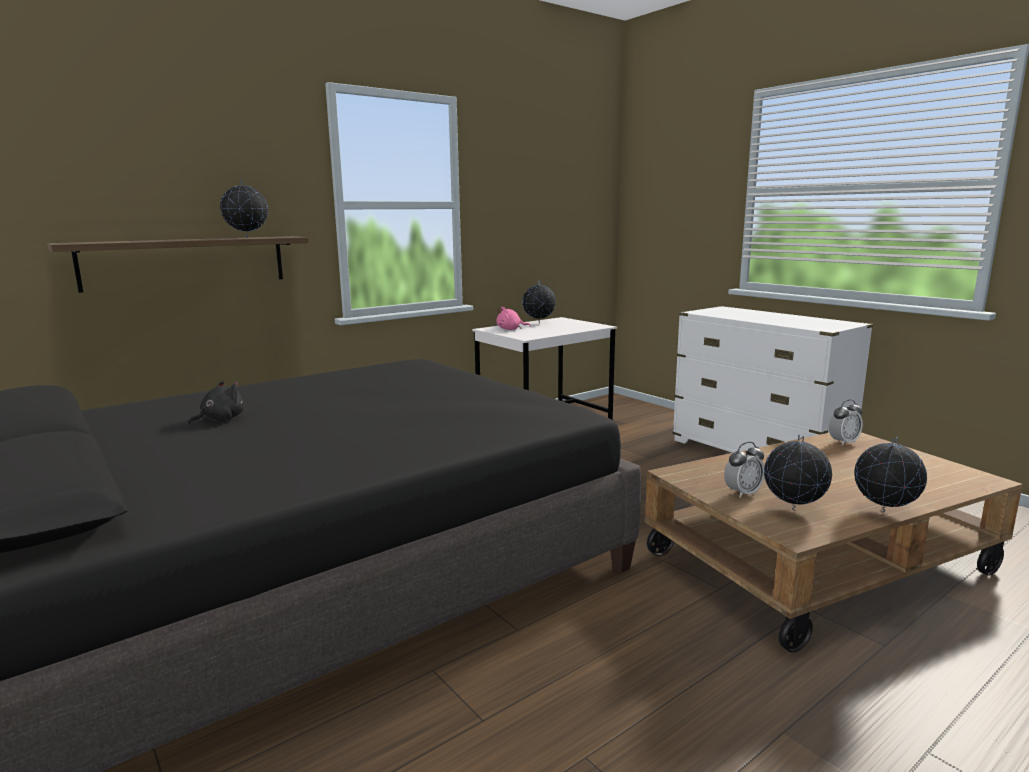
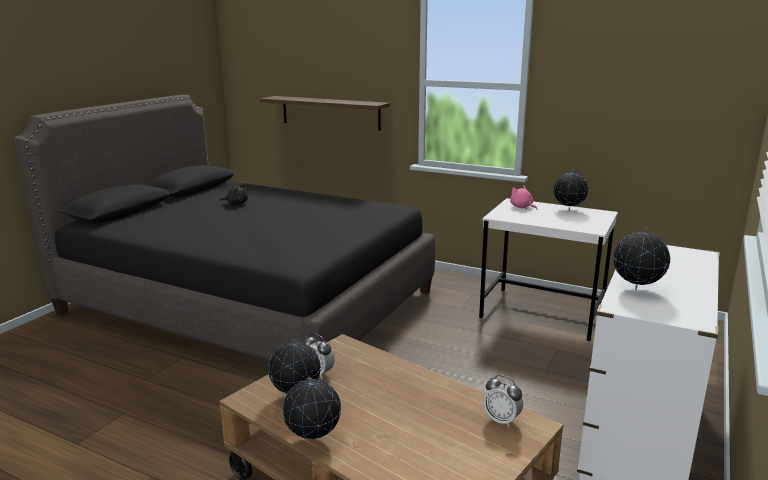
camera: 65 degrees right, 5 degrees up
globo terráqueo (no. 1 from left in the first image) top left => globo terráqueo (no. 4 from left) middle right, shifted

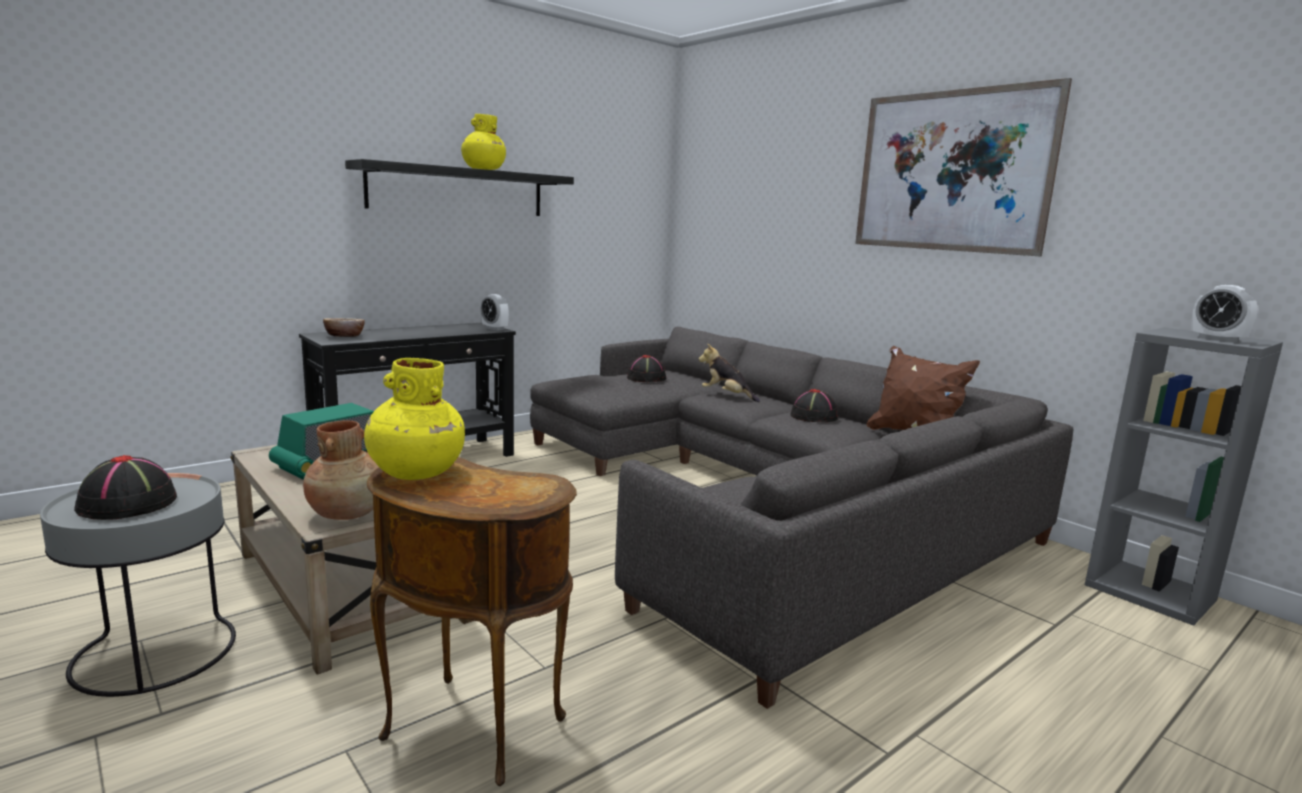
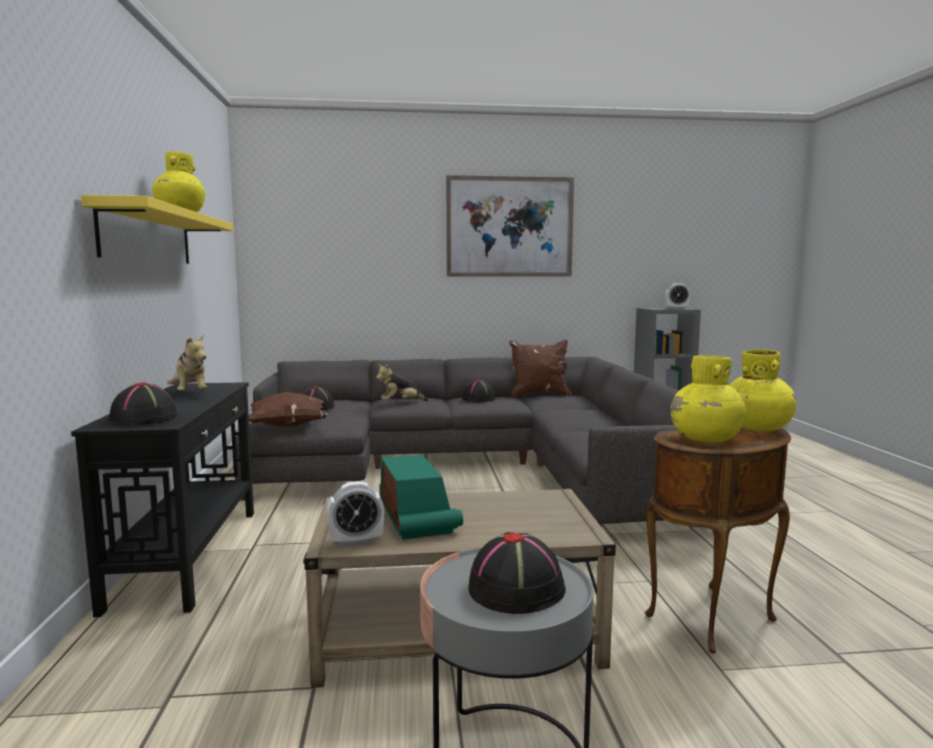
camera: 55 degrees left, 5 degrees down
estante (negro) top centre => estante (amarillo) top left
despertador (no. 1 from left) centre => despertador (no. 1 from left) bottom centre, shifted
cuenco middle left => sombrero (negro) (no. 1 from left) middle left
florero (marrón) middle left => nothing
nothing => peluche (no. 1 from left) middle left
nothing => florero (amarillo) (no. 3 from left) middle right
nothing => cojín (marrón) (no. 1 from left) middle left

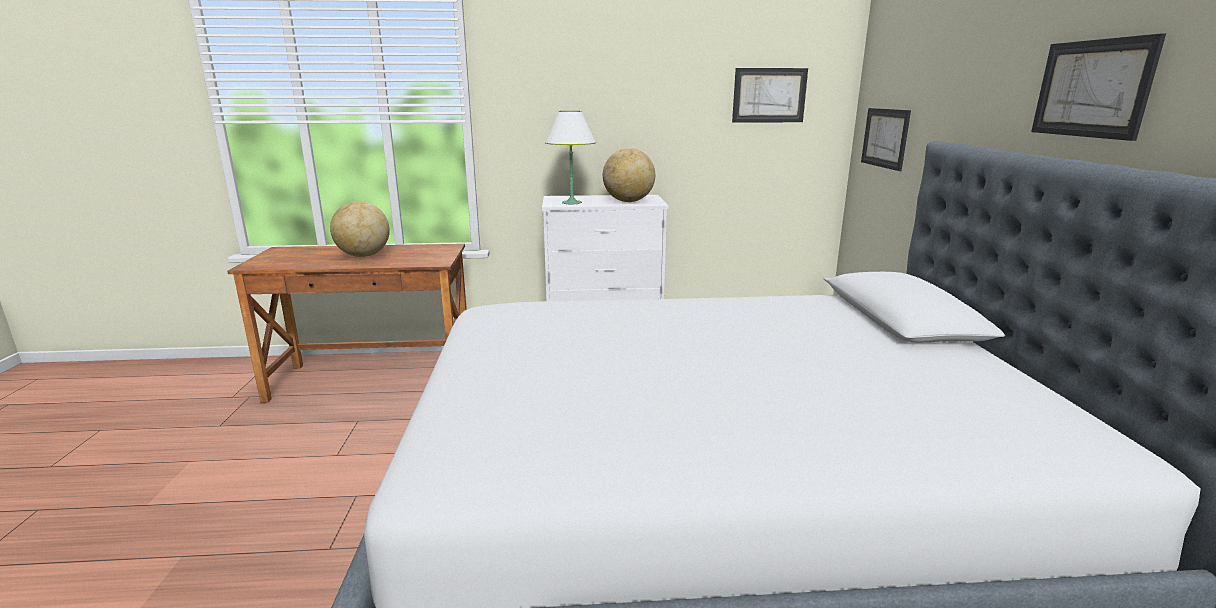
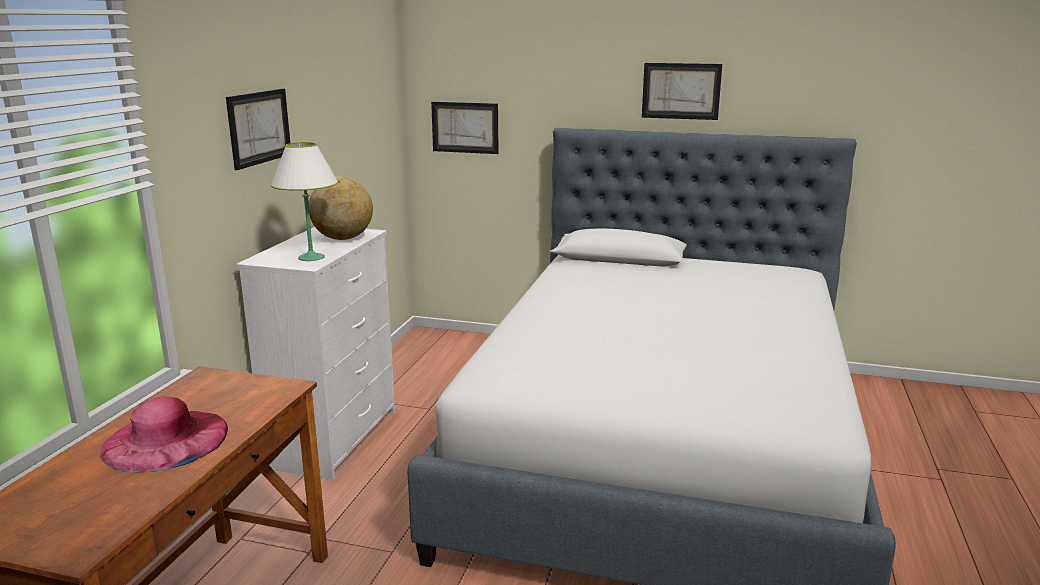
camera: 70 degrees left, 0 degrees up
cuadro (no. 1 from left) top centre => cuadro (no. 1 from left) top left, shifted
globo terráqueo (no. 1 from left) middle left => sombrero (rosa) bottom left

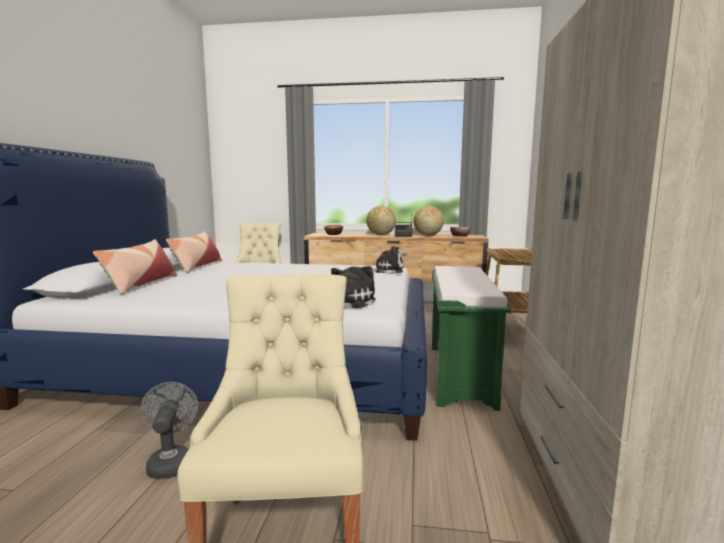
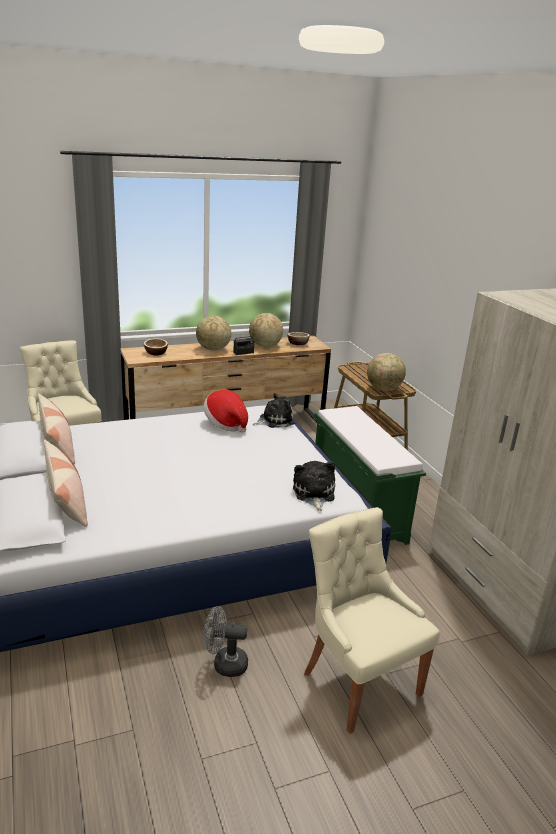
camera: 30 degrees left, 15 degrees up
ventilador (gris) bottom left => ventilador (gris) bottom centre, 45 degrees counterclockwise
nothing => globo terráqueo (no. 3 from left) middle right
nothing => sombrero centre

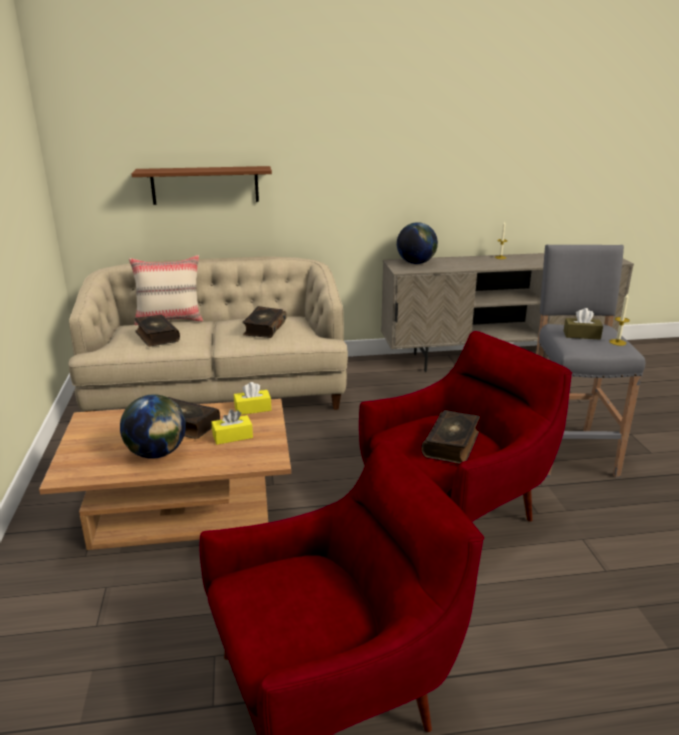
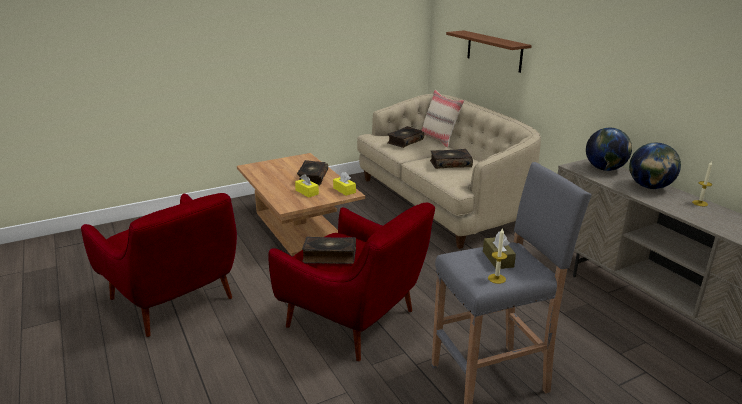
camera: 70 degrees right, 0 degrees up
globo terráqueo (no. 1 from left in the first image) middle left => globo terráqueo (no. 2 from left) middle right, shifted

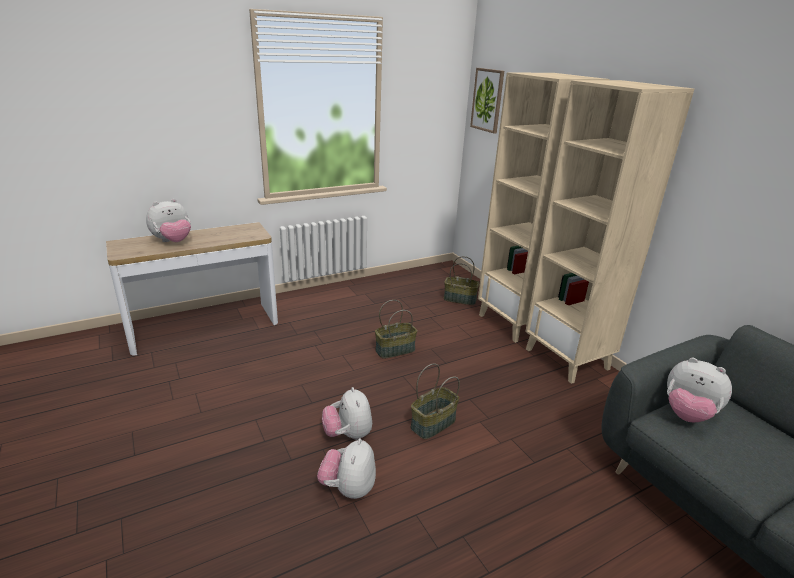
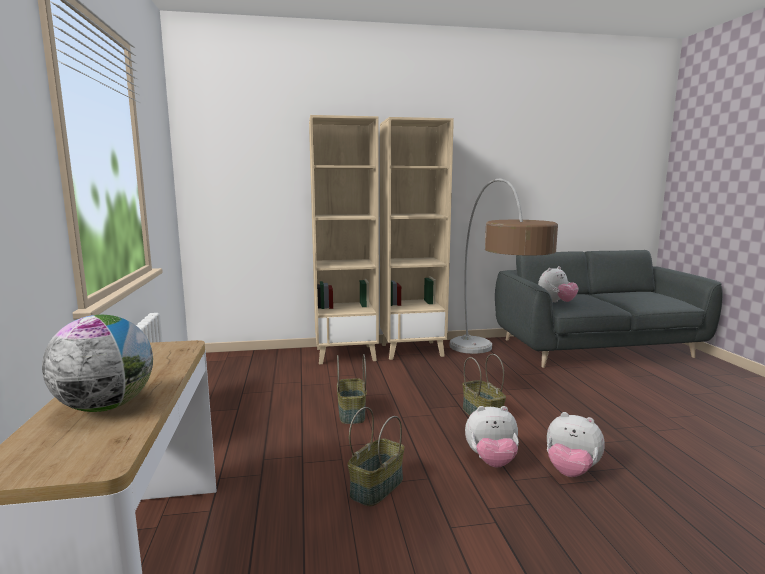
camera: 70 degrees left, 15 degrees down
cuadro top centre => nothing
peluche (no. 1 from left) middle left => globo terráqueo middle left
cesta (no. 3 from left in the first image) centre => cesta (no. 2 from left) bottom centre, shifted
nothing => lámpara de pie centre

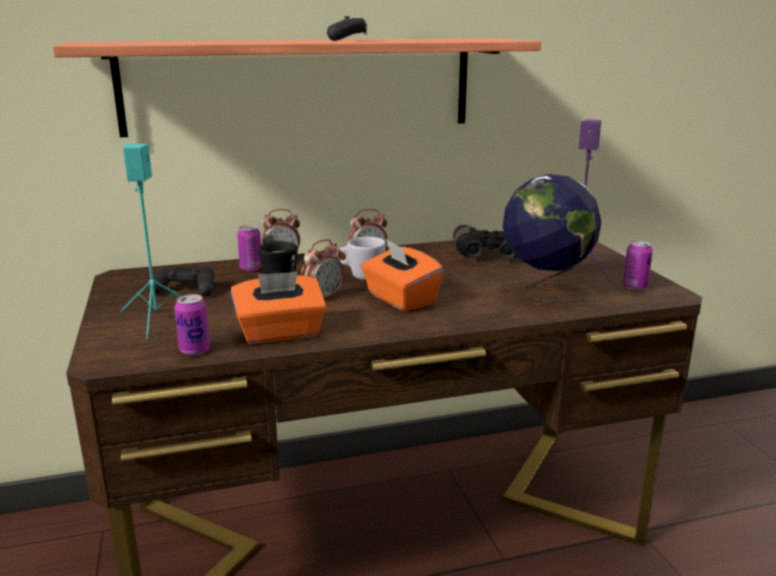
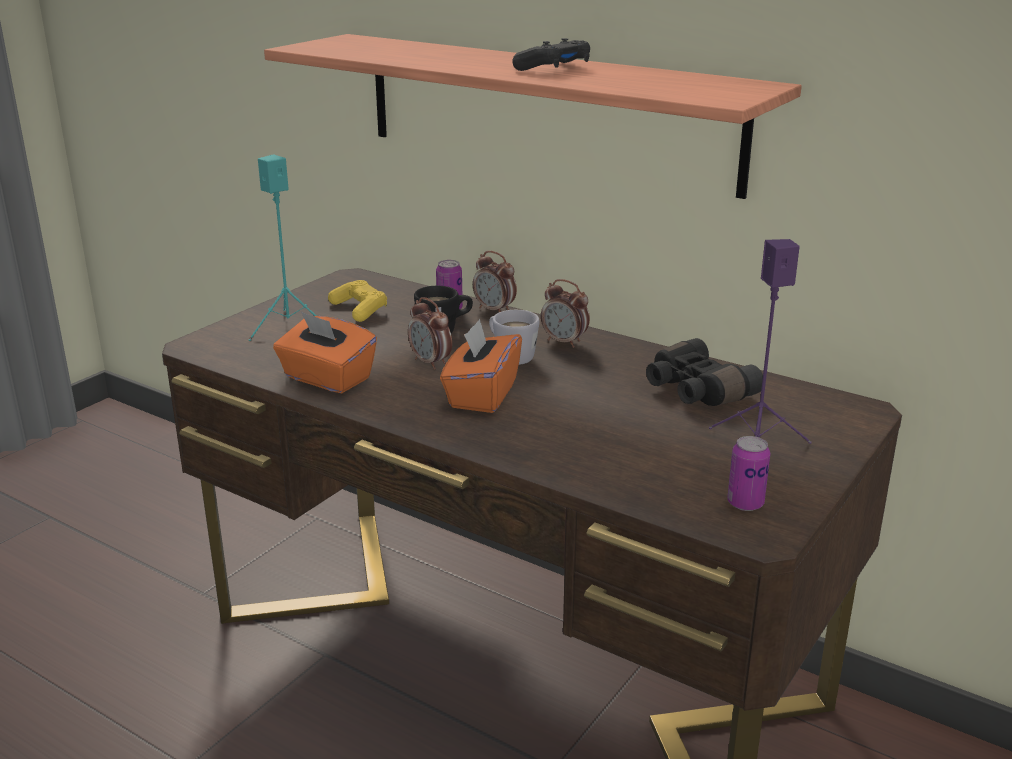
camera: 50 degrees right, 5 degrees up
globo terráqueo middle right => nothing
despertador (no. 2 from left in the first image) centre => despertador (no. 1 from left) centre, 45 degrees clockwise
mando de consola (negro) (no. 1 from left) middle left => mando de consola (amarillo) centre
lata (no. 1 from left) middle left => nothing

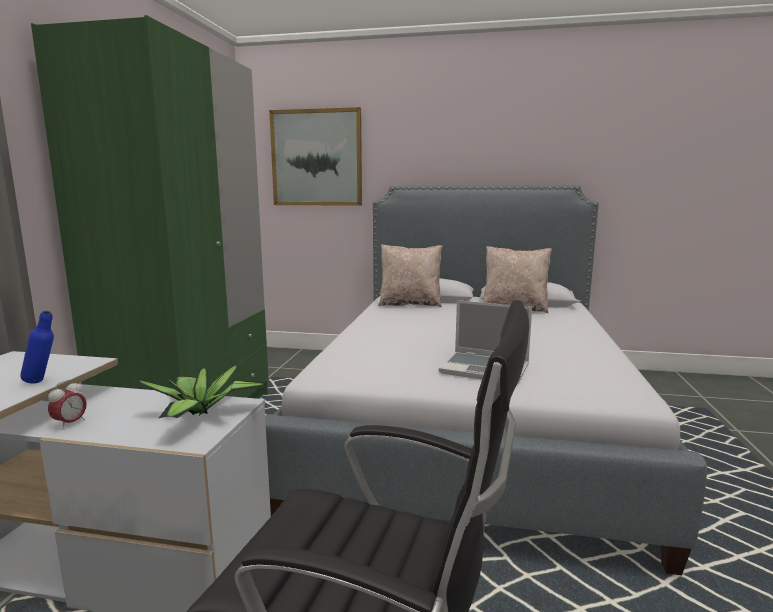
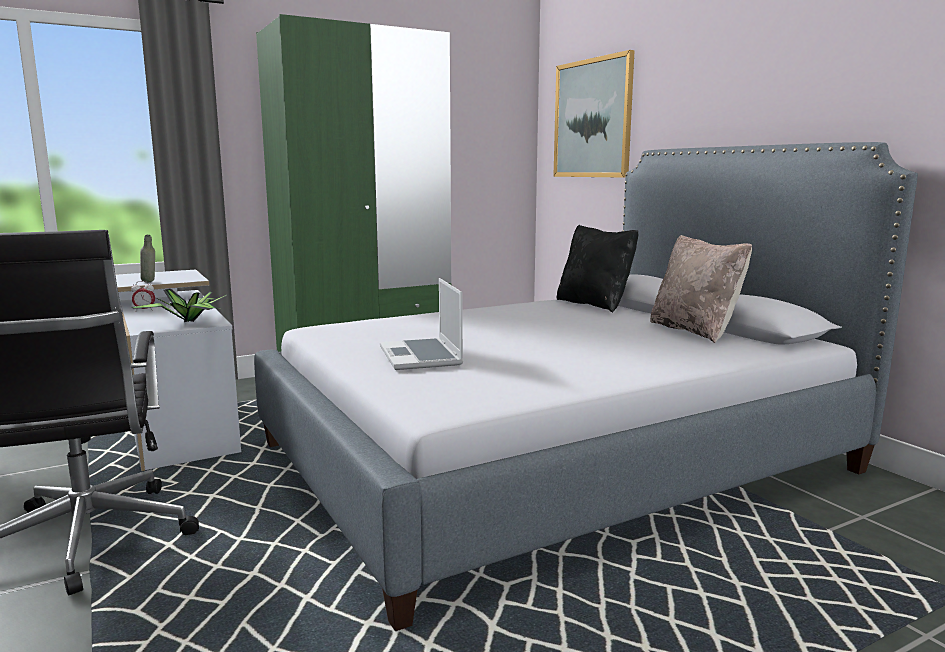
camera: 50 degrees right, 0 degrees up
cojín (beis) (no. 1 from left) centre => cojín (negro) centre
botella (azul) middle left => botella (gris) middle left

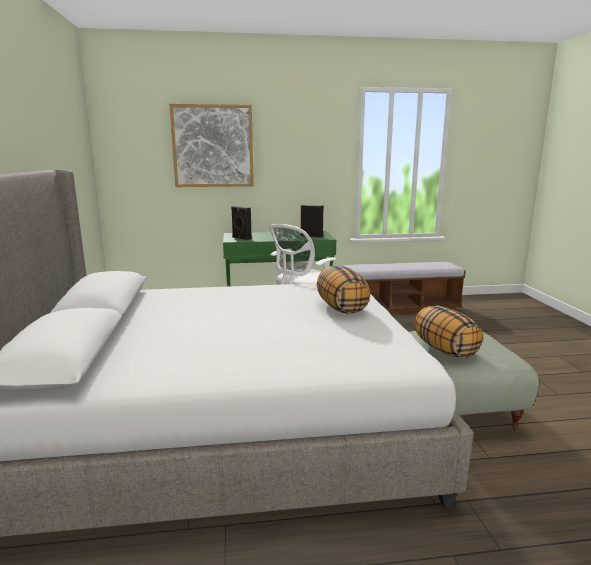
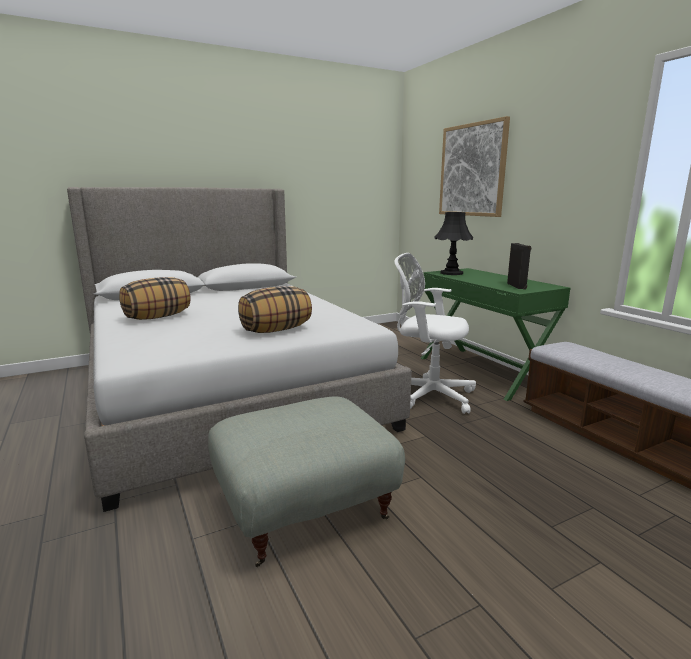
camera: 70 degrees right, 0 degrees up
altavoz (negro) (no. 1 from left) centre => lámpara de mesa (negro) centre
cojín (no. 2 from left in the first image) middle right => cojín (no. 1 from left) middle left, shifted

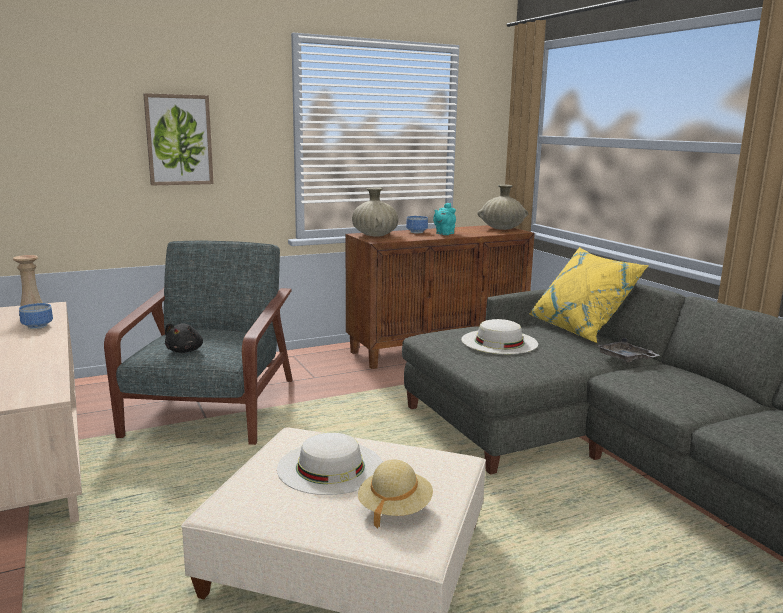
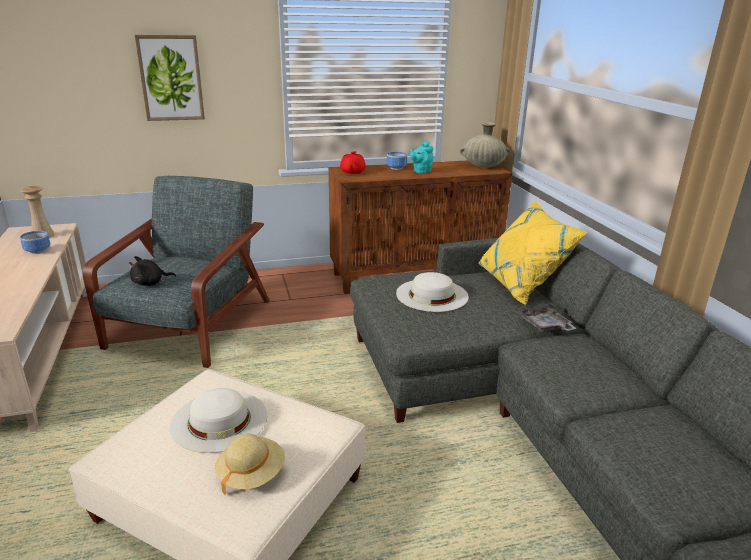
camera: 10 degrees right, 10 degrees up
florero (beis) (no. 2 from left) centre => tetera (rojo) top centre
peluche (negro) middle left, 45 degrees clockwise

